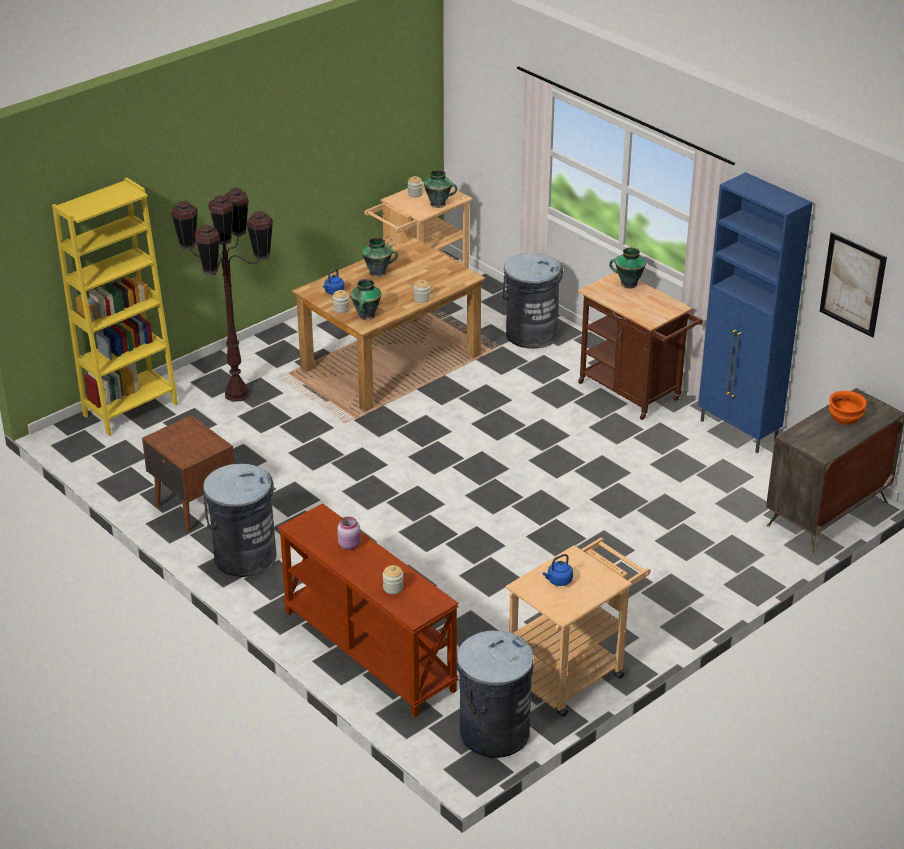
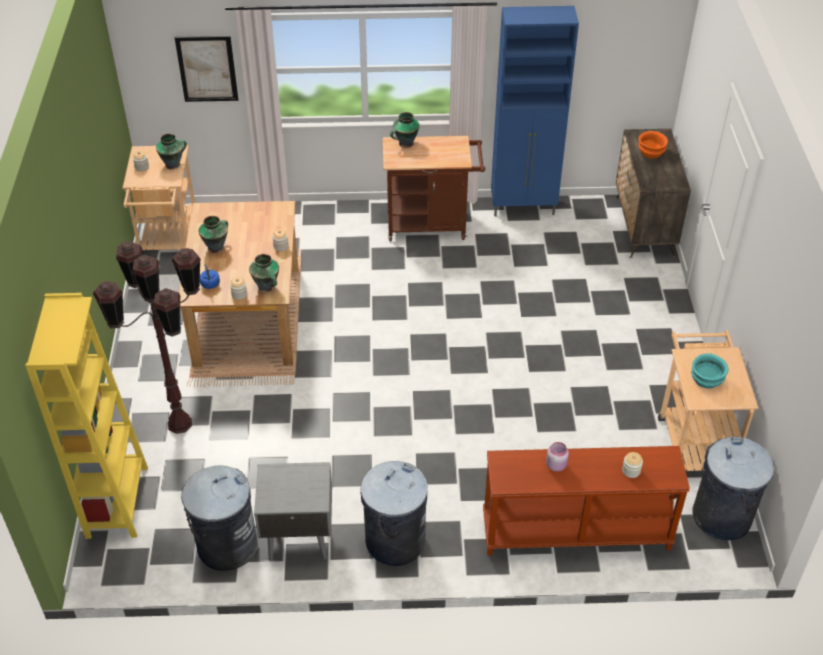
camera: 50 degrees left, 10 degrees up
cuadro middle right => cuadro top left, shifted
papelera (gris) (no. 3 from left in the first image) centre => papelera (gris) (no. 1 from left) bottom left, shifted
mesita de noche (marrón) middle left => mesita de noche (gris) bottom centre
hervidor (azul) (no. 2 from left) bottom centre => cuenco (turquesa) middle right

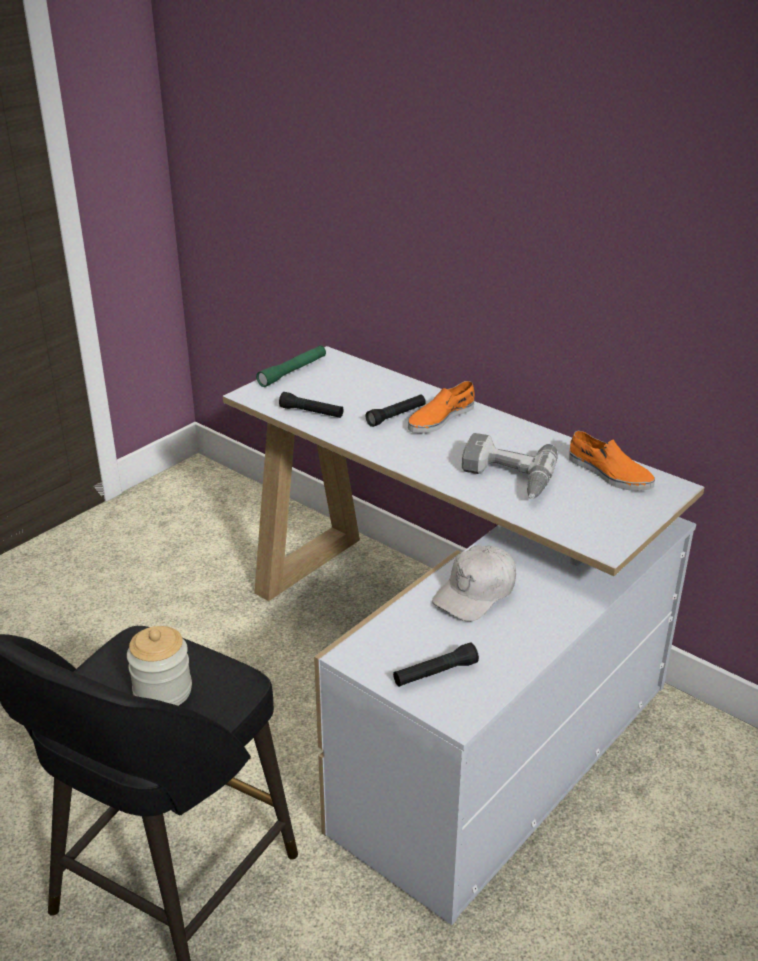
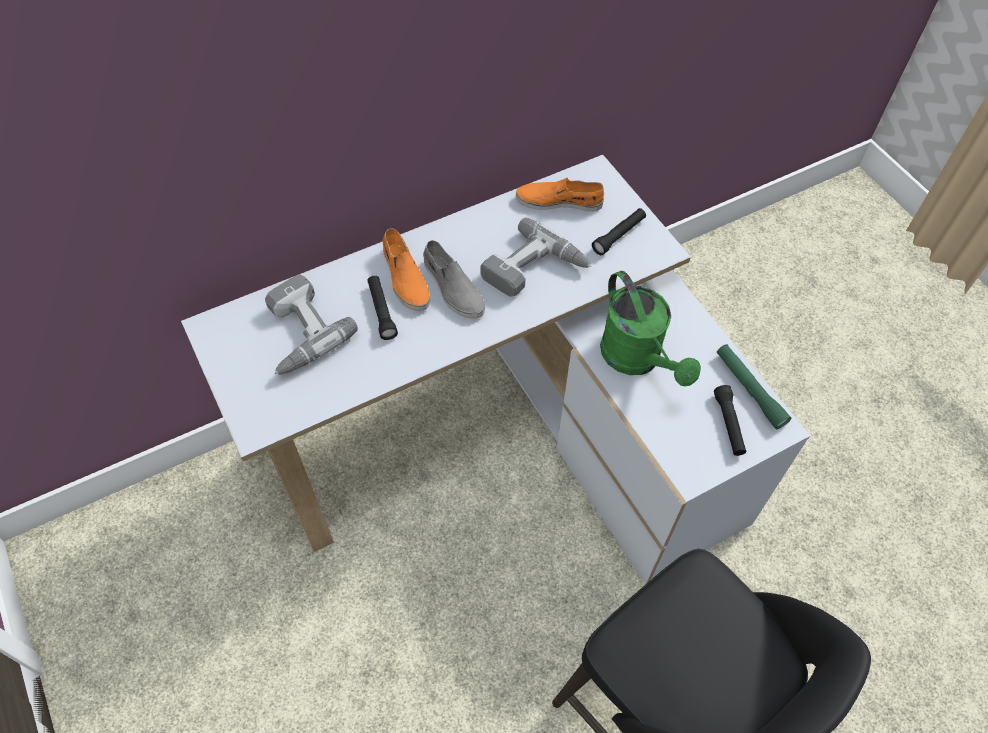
camera: 70 degrees left, 25 degrees up
linterna (verde) centre => linterna (verde) middle right, shifted
linterna (negro) (no. 1 from left in the first image) centre => linterna (negro) (no. 2 from left) top centre, shifted
zapato (naranja) (no. 2 from left) middle right => zapato (naranja) (no. 2 from left) top centre, 150 degrees counterclockwise
gorra (blanco) centre => regadera (verde) centre
tarro bottom left => nothing
nothing => zapato (gris) centre
nothing => taladro (no. 1 from left) middle left

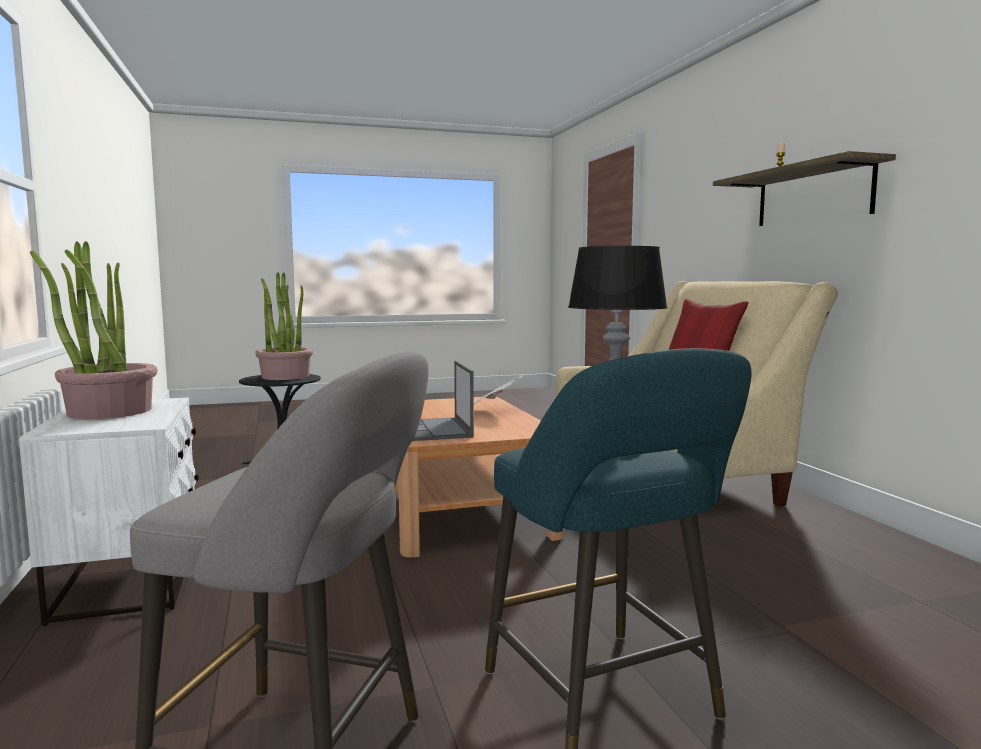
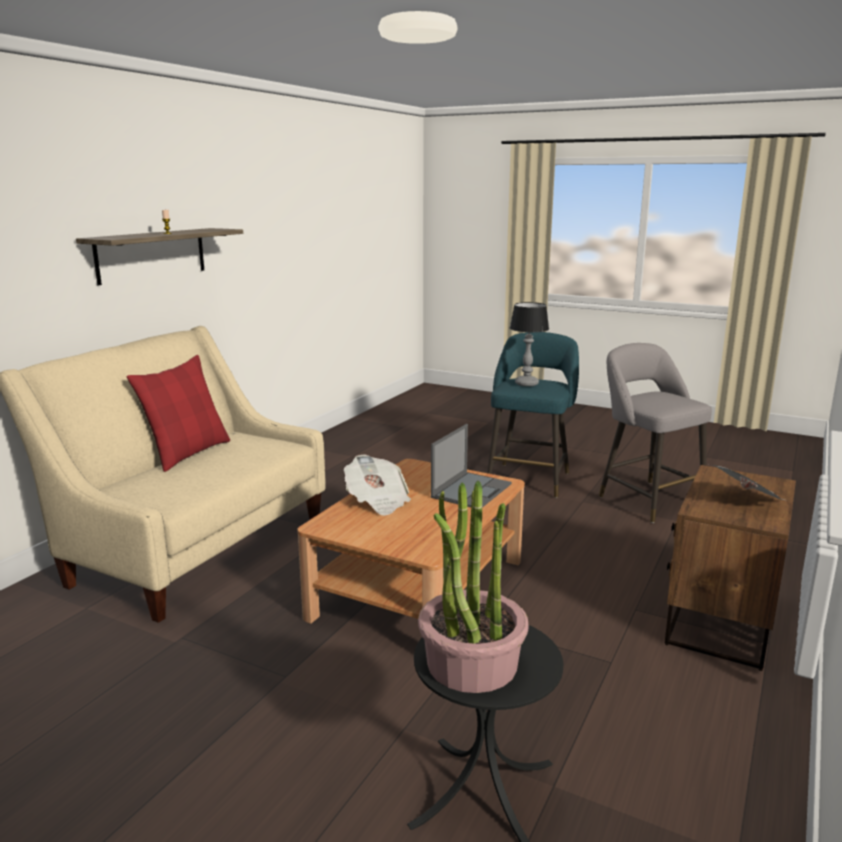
camera: 135 degrees left, 10 degrees up
planta en maceta (no. 1 from left) middle left => periódico (no. 2 from left) middle right
mesita de noche (blanco) bottom left => mesita de noche (marrón) bottom right

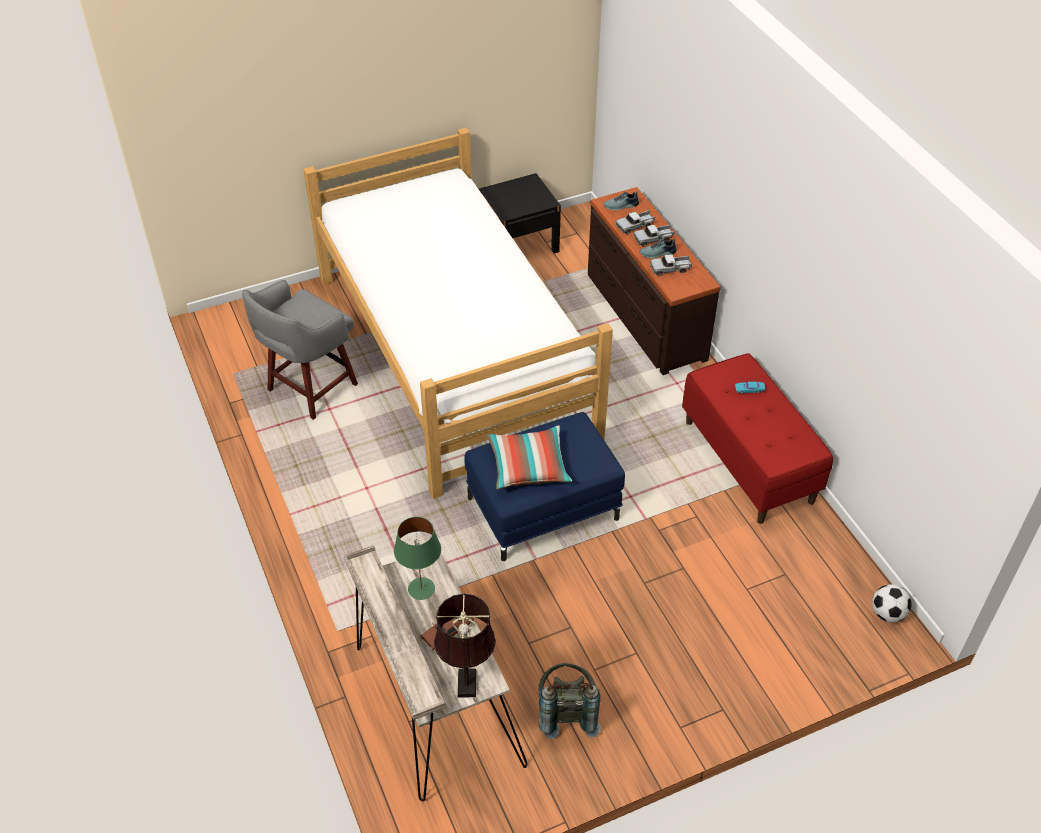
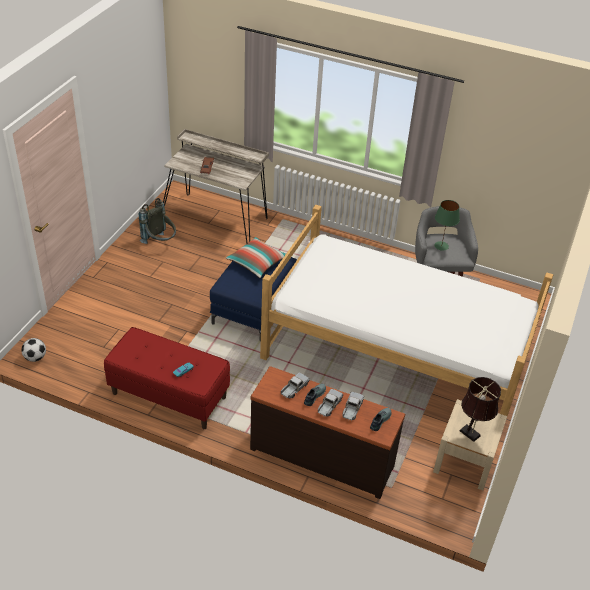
camera: 135 degrees right, 5 degrees down
mesita de noche (negro) top centre => mesita de noche (beis) bottom right
lámpara de mesa (verde) bottom centre => lámpara de mesa (verde) middle right, shifted
lámpara de mesa (marrón) bottom centre => lámpara de mesa (marrón) bottom right, shifted

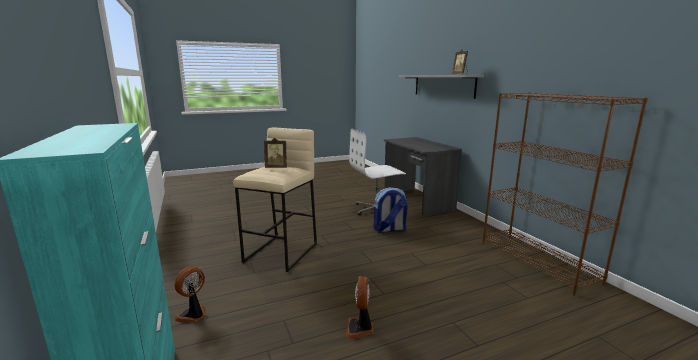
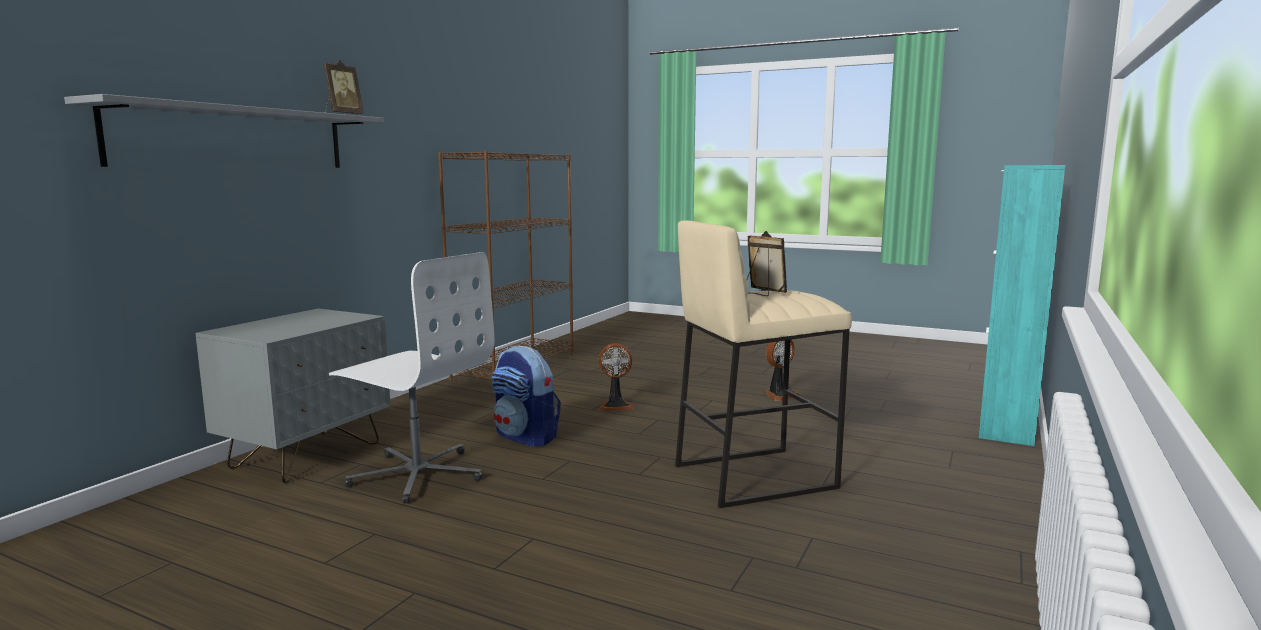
camera: 130 degrees left, 5 degrees down
escritorio (gris) centre => mesita de noche (gris) middle left
ventilador (no. 1 from left) bottom left => ventilador (no. 1 from left) centre, shifted

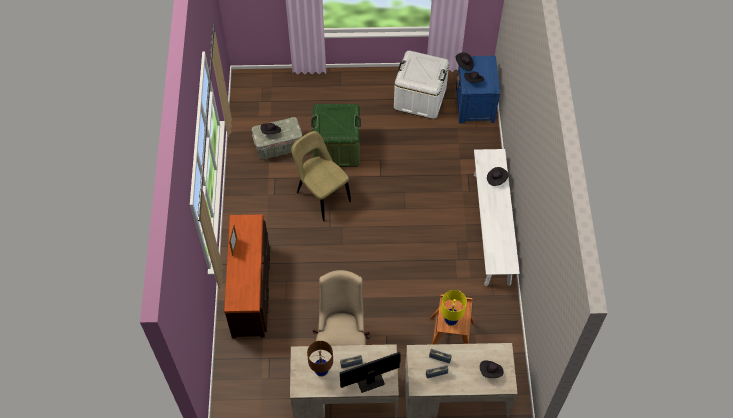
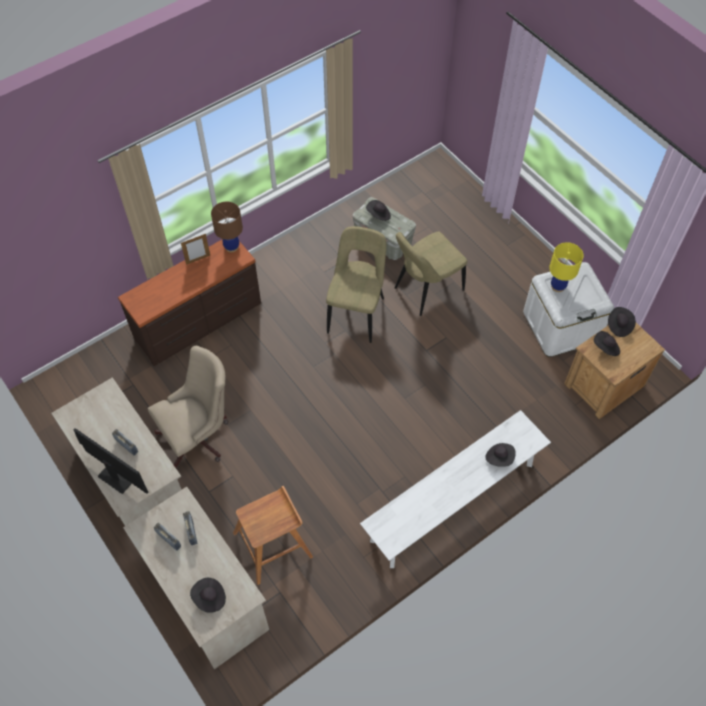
camera: 55 degrees right, 0 degrees up
mesita de noche (azul) top centre => mesita de noche (marrón) middle right
caja de almacenaje (verde) top centre => silla (beis) (no. 2 from left) centre
lámpara de mesa (amarillo) bottom centre => lámpara de mesa (amarillo) middle right, shifted
lámpara de mesa (marrón) bottom centre => lámpara de mesa (marrón) top left, shifted

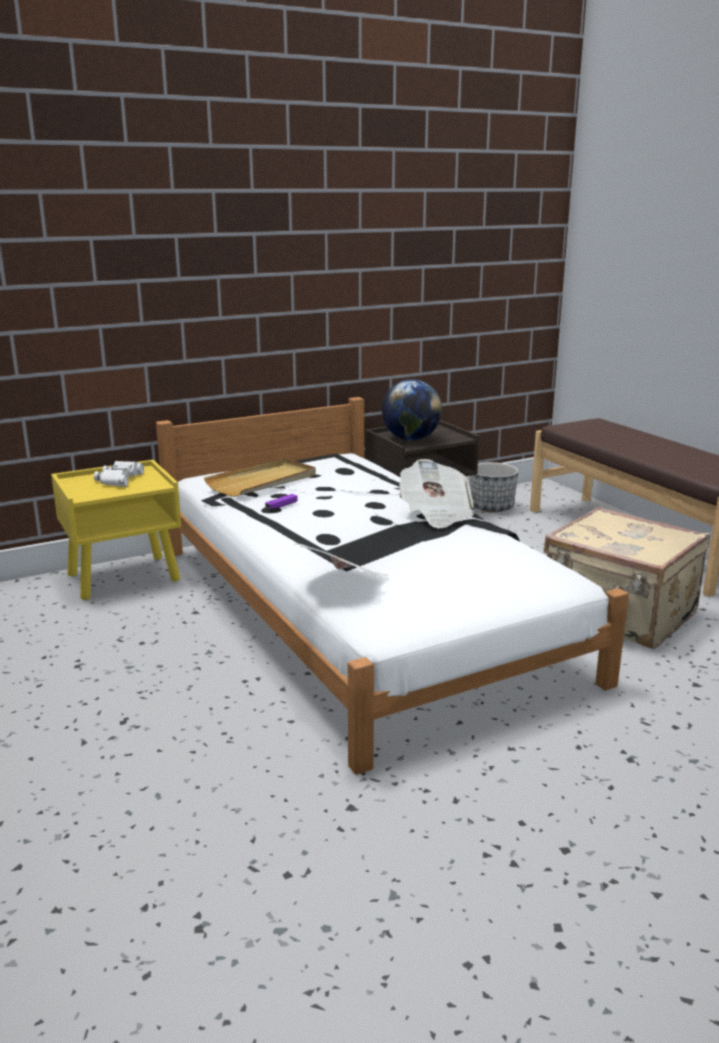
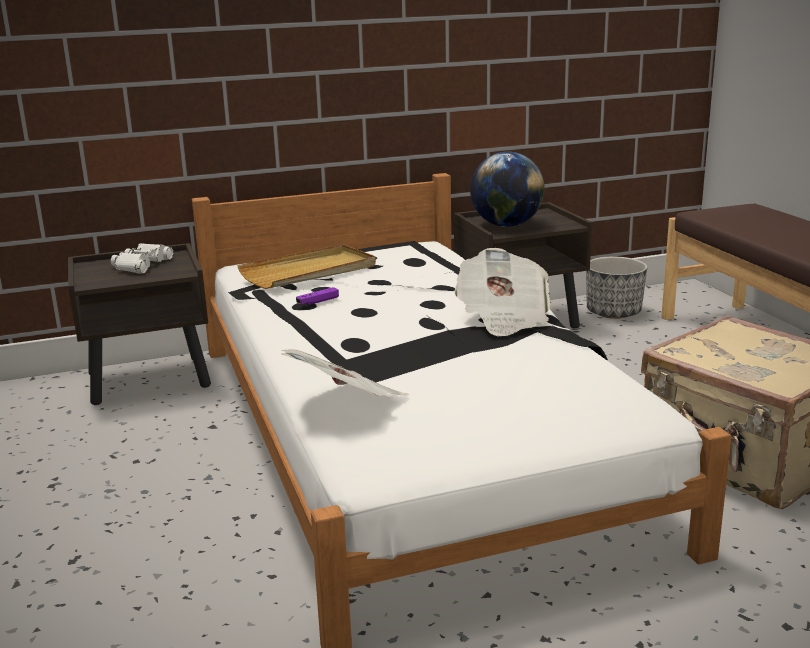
camera: 10 degrees right, 0 degrees up
mesita de noche (amarillo) middle left => mesita de noche (marrón) (no. 1 from left) middle left

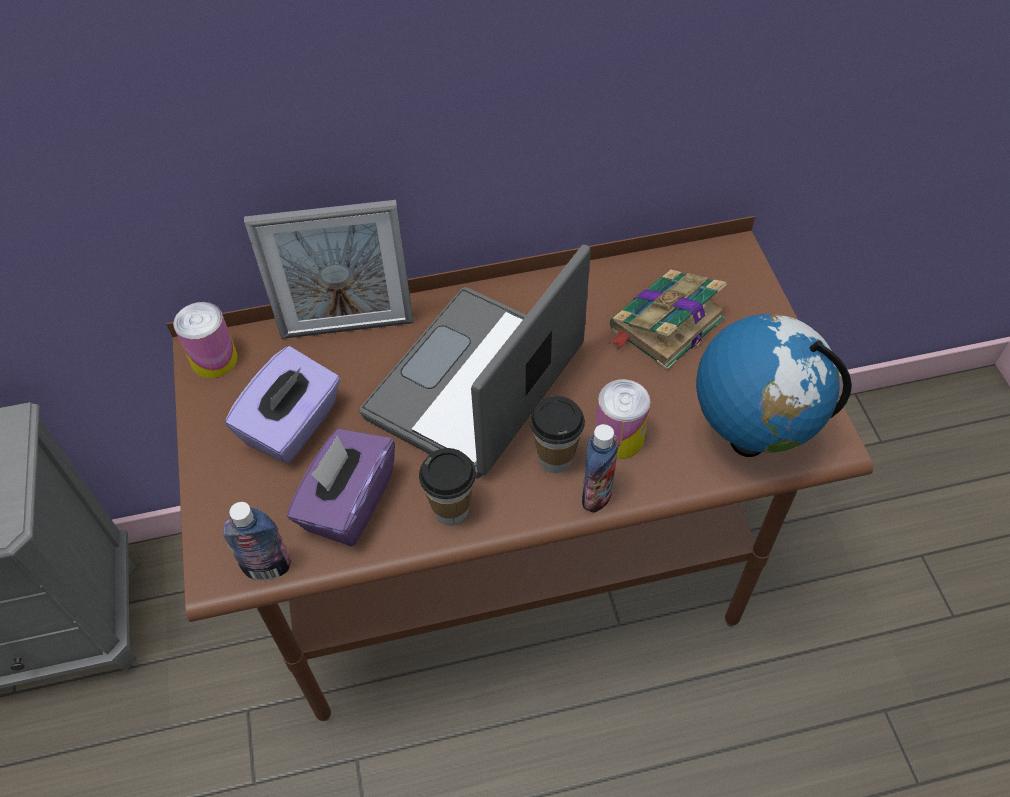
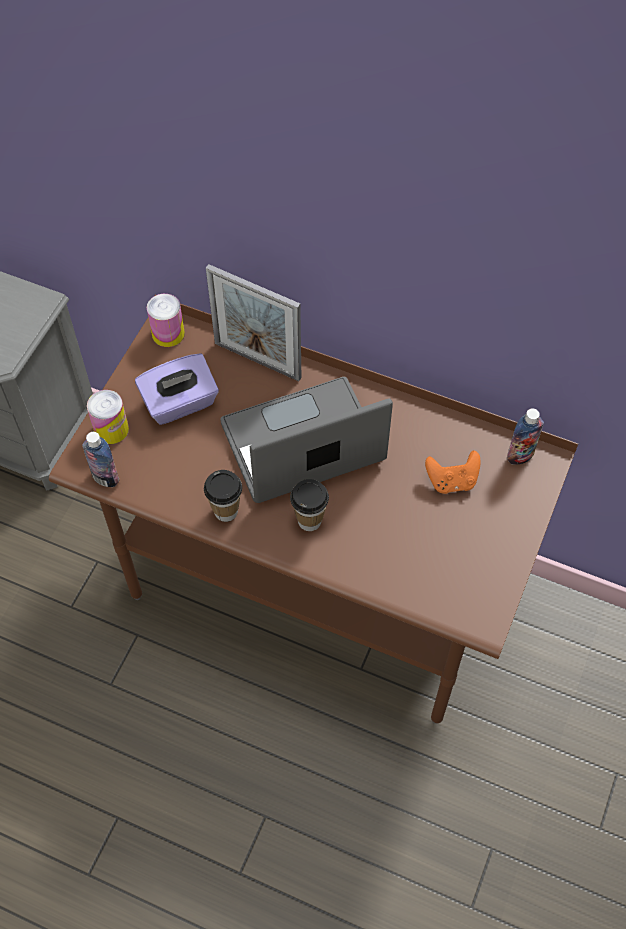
camera: 35 degrees right, 5 degrees up
libro centre => mando de consola (naranja) middle right
globo terráqueo middle right => nothing
lata (no. 2 from left in the first image) centre => lata (no. 1 from left) middle left, shifted
botella (no. 2 from left) centre => botella (no. 2 from left) middle right, shifted
caja de pañuelos (morado) (no. 2 from left) centre => nothing

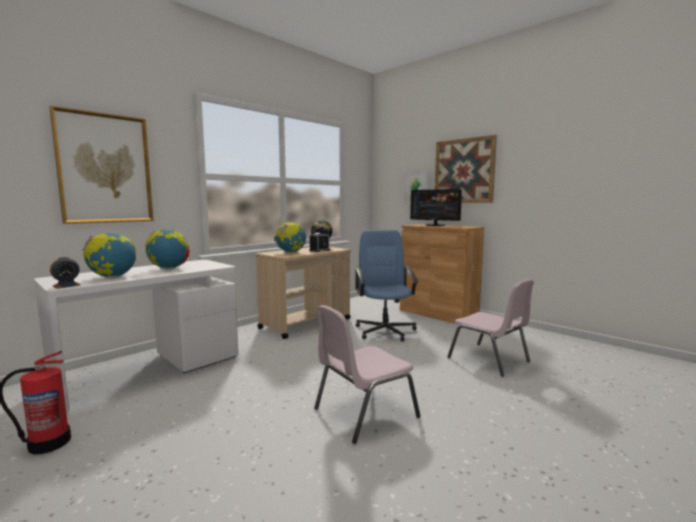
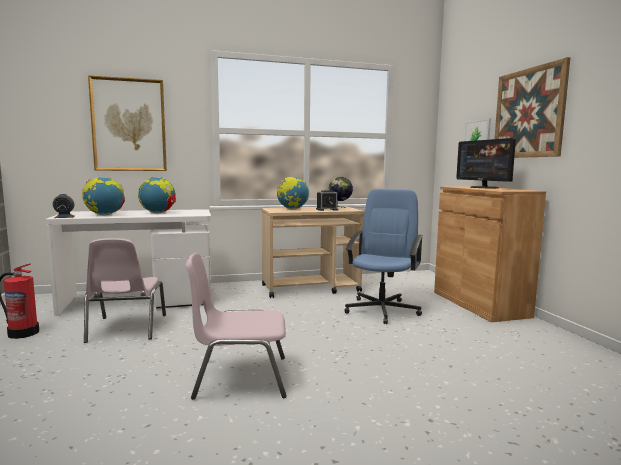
camera: 30 degrees right, 0 degrees up
silla (rosa) (no. 2 from left in the first image) middle right => silla (rosa) (no. 1 from left) middle left, shifted

